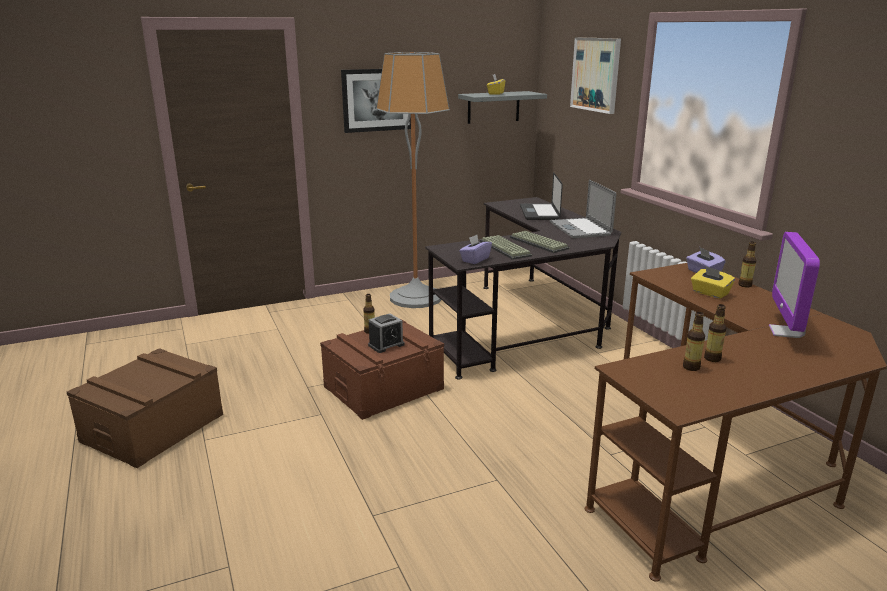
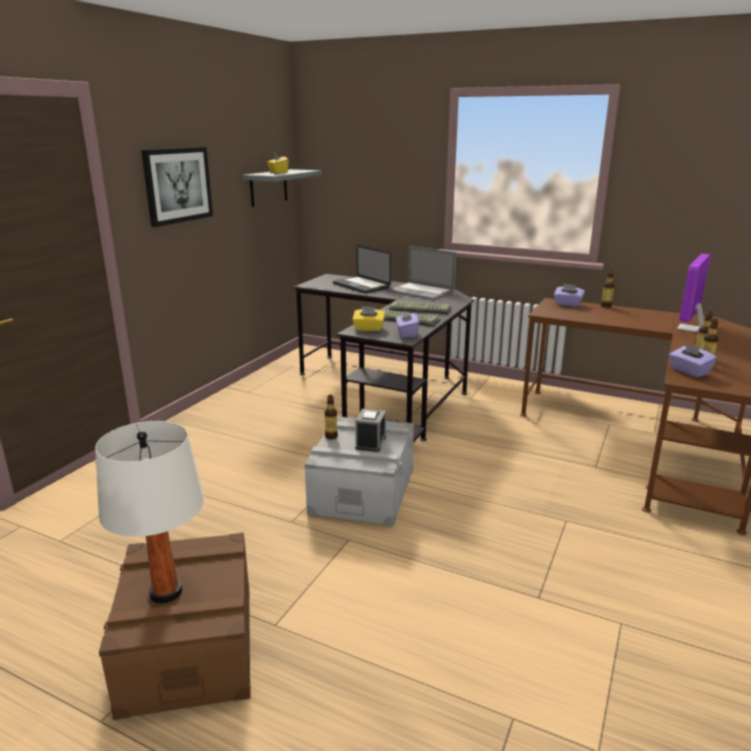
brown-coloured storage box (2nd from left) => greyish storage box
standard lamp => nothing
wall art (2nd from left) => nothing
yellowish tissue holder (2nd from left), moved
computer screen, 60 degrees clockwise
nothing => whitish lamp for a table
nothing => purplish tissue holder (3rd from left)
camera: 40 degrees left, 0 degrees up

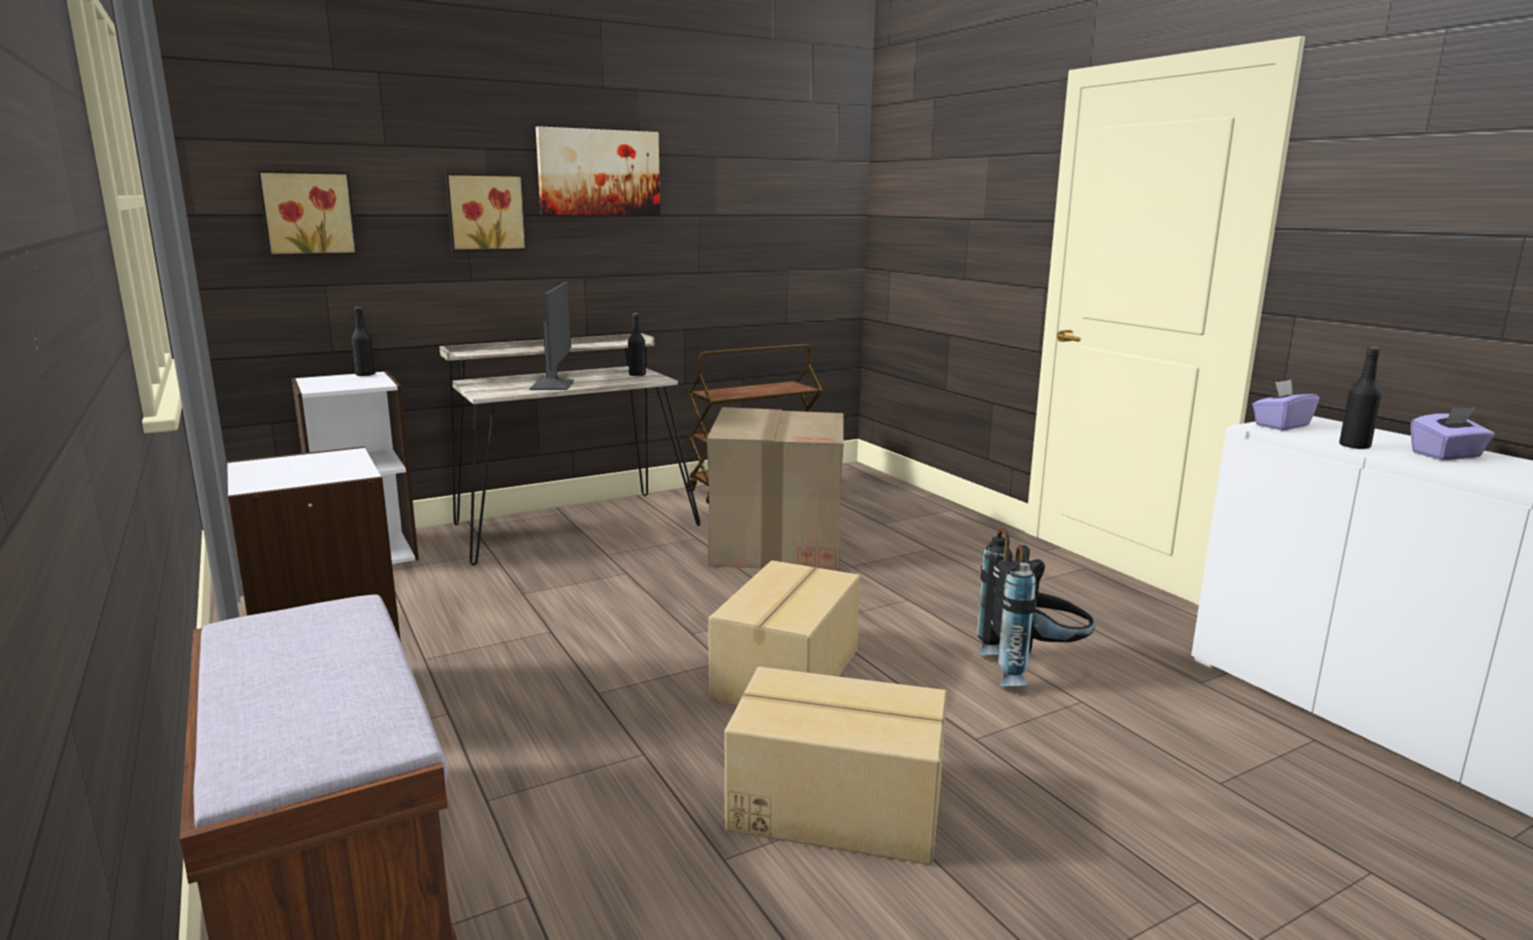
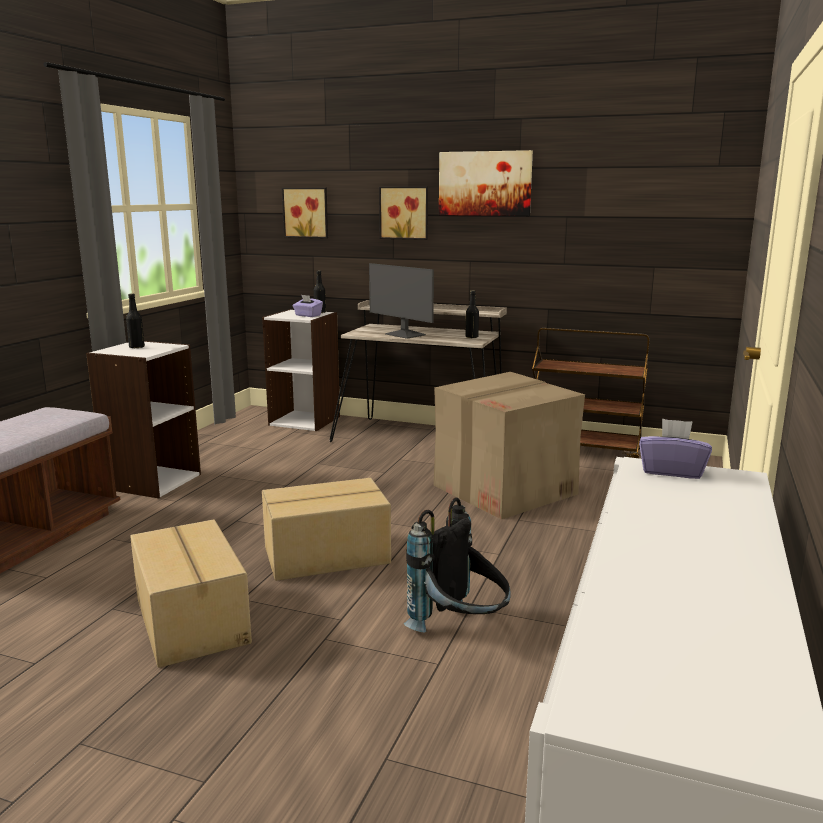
computer screen, 90 degrees clockwise
blackish drink bottle (3rd from left in the first image) => blackish drink bottle (1st from left), moved
purplish tissue holder (2nd from left in the first image) => purplish tissue holder (1st from left), moved
camera: 50 degrees right, 0 degrees up

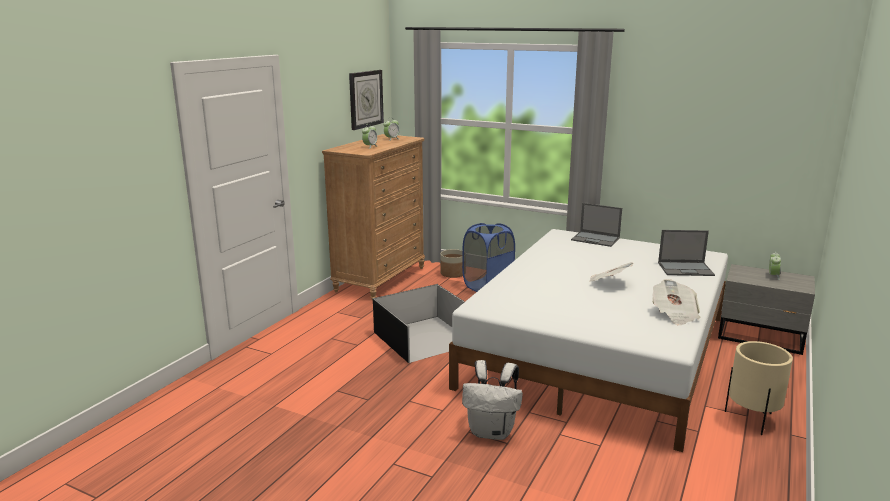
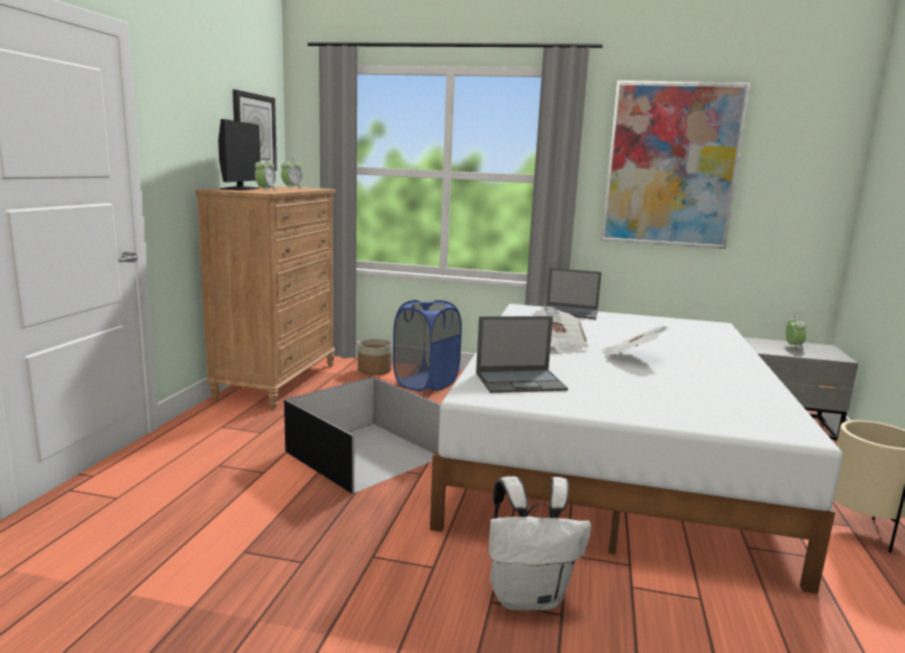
printed paper (2nd from left in the first image) => printed paper (1st from left), moved
notebook computer (2nd from left in the first image) => notebook computer (1st from left), moved
nothing => computer screen
nothing => wall art
camera: 15 degrees left, 5 degrees down

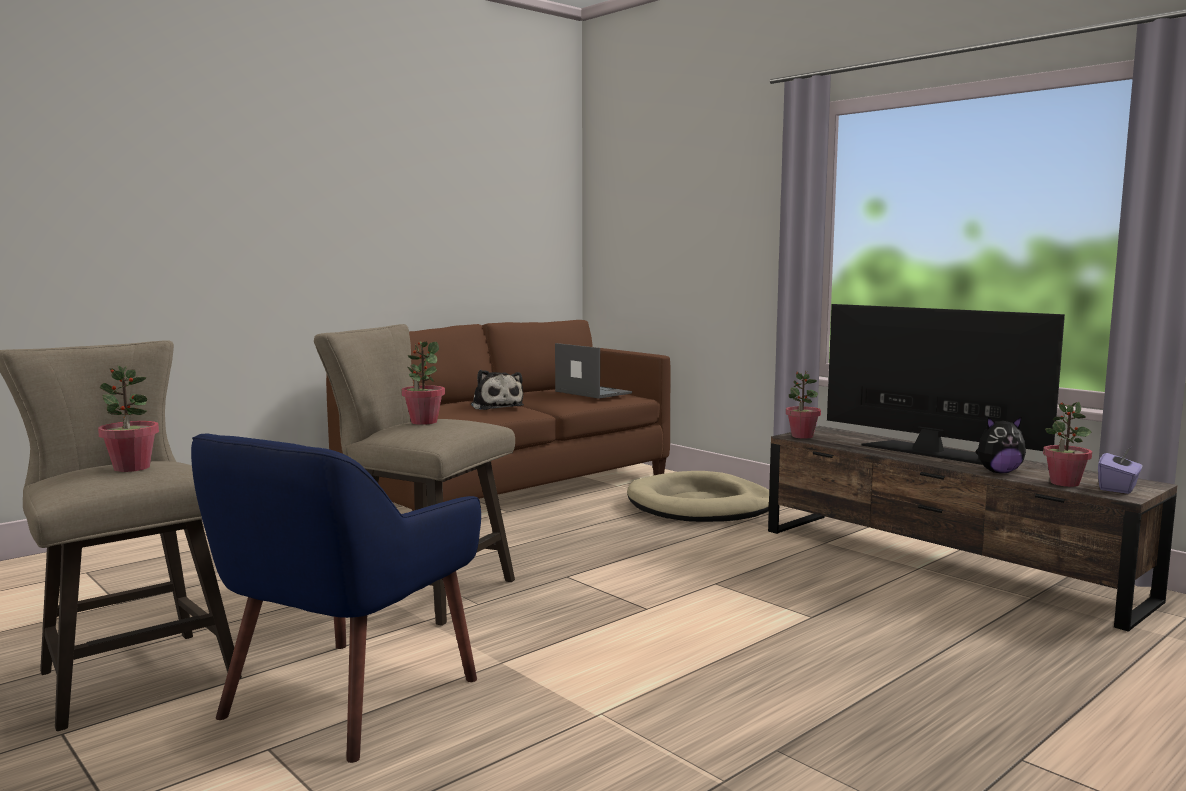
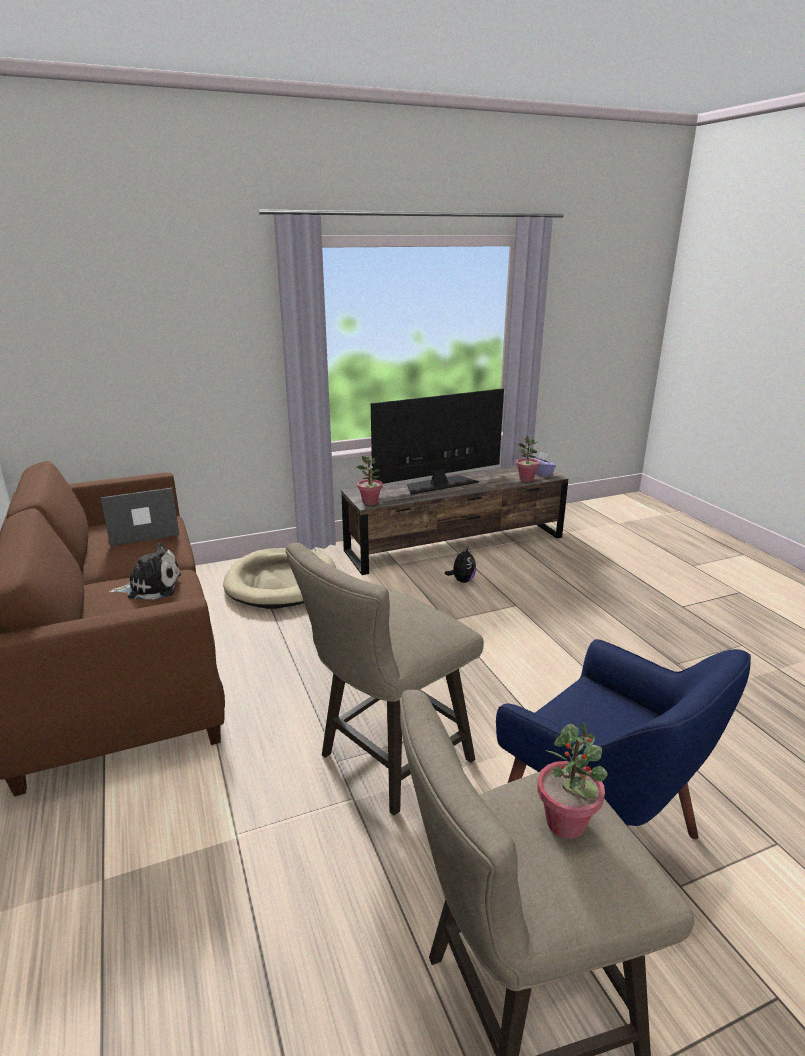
houseplant (2nd from left) => nothing
soft toy (2nd from left), moved
camera: 70 degrees left, 15 degrees up

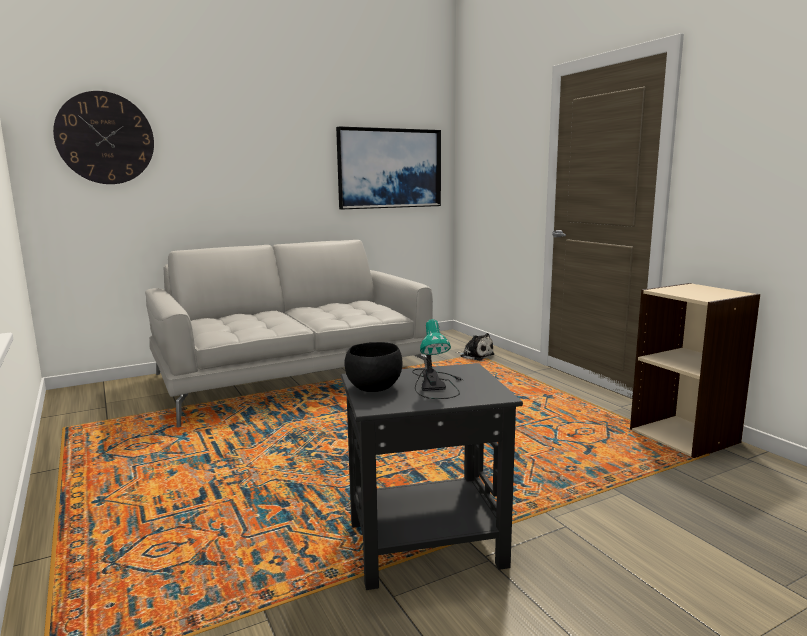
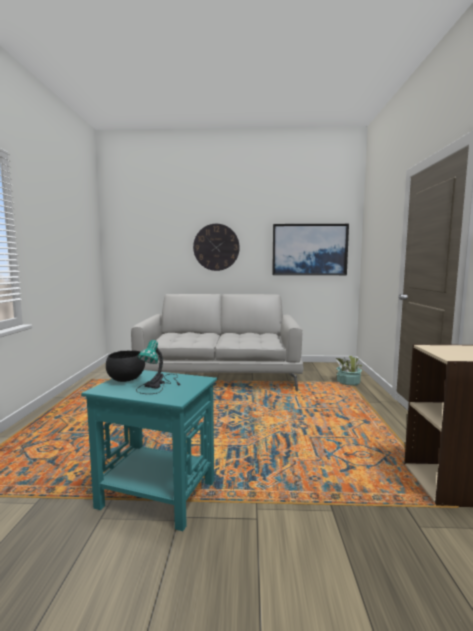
clock on the wall, moved
blackish side table => blue-green side table
soft toy => houseplant
camera: 30 degrees right, 5 degrees down

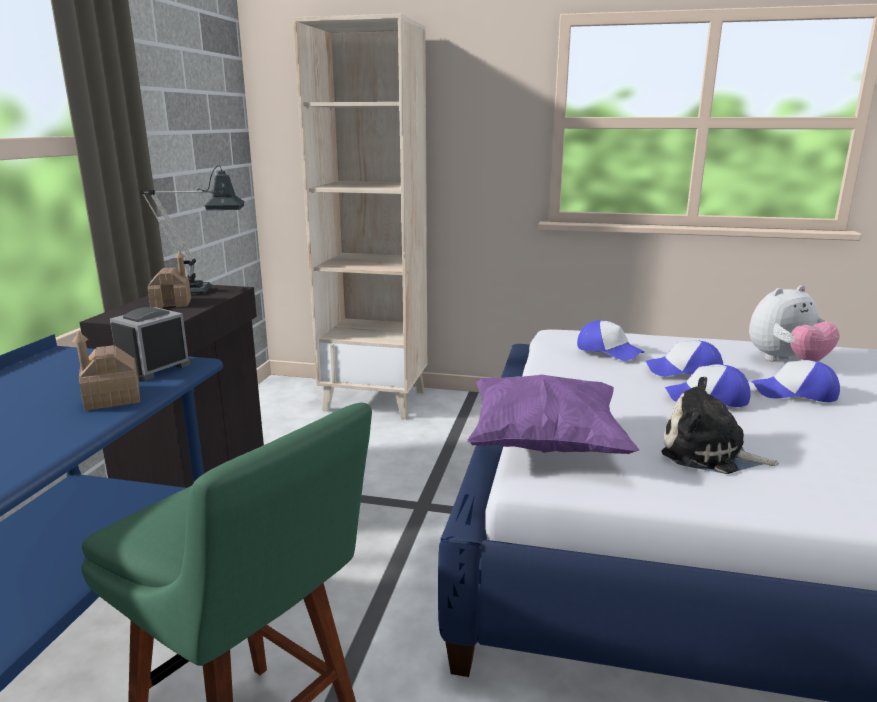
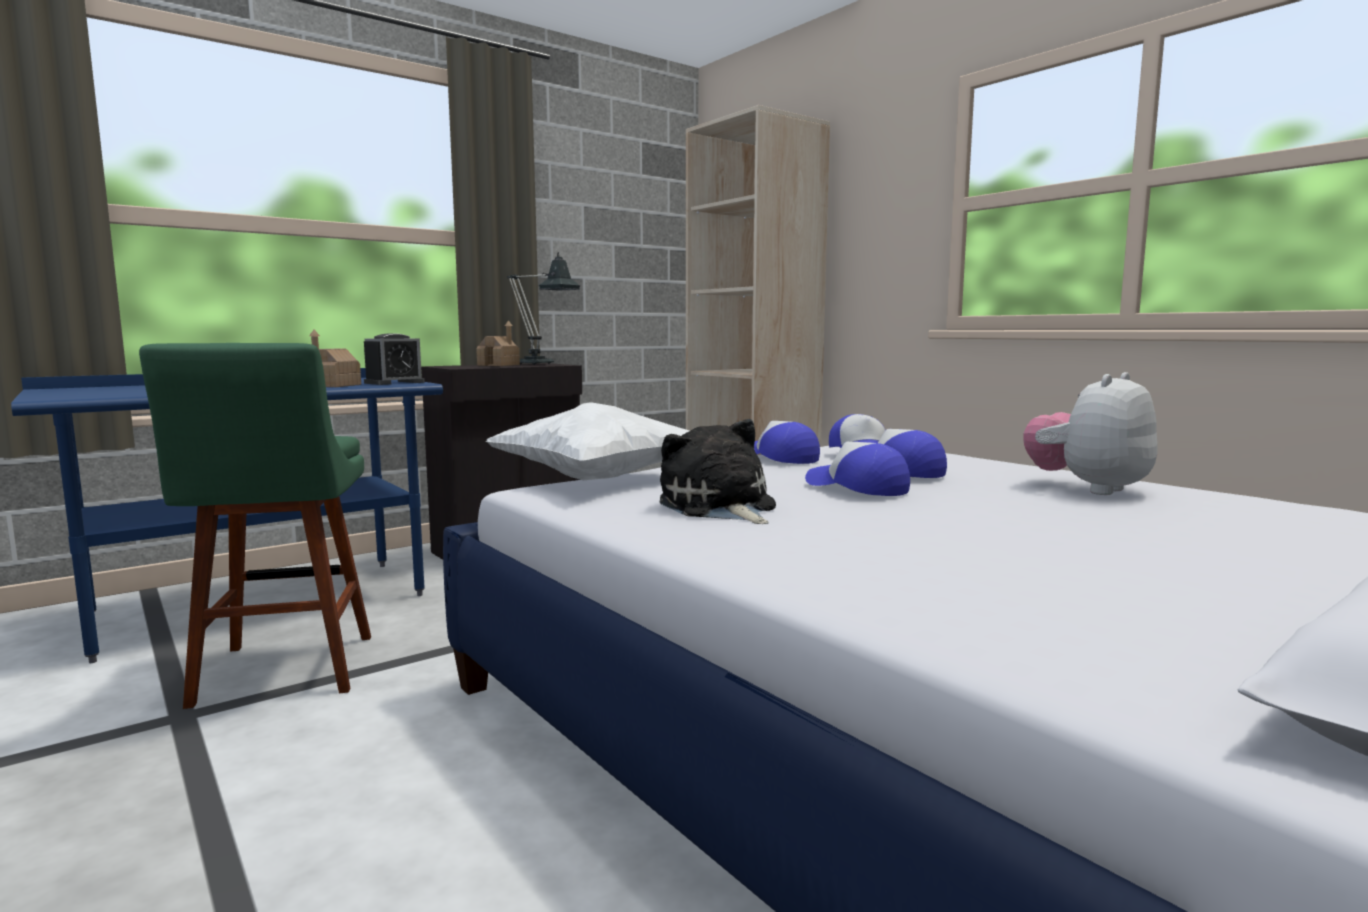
alarm clock, 150 degrees clockwise
purplish pillow => whitish pillow
soft toy (2nd from left), 120 degrees clockwise
cap (4th from left in the first image) => cap (1st from left), moved
camera: 40 degrees right, 10 degrees down

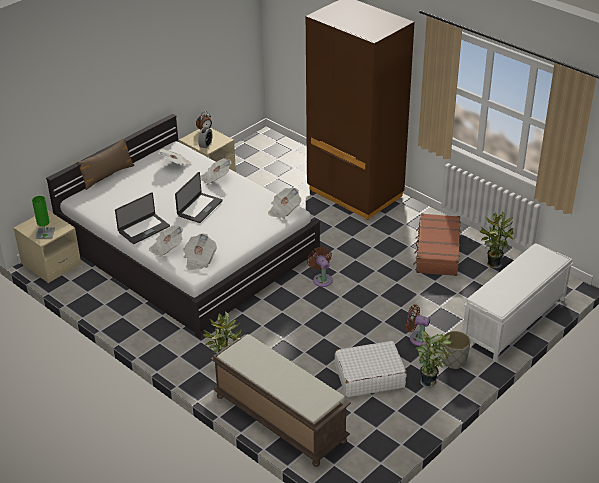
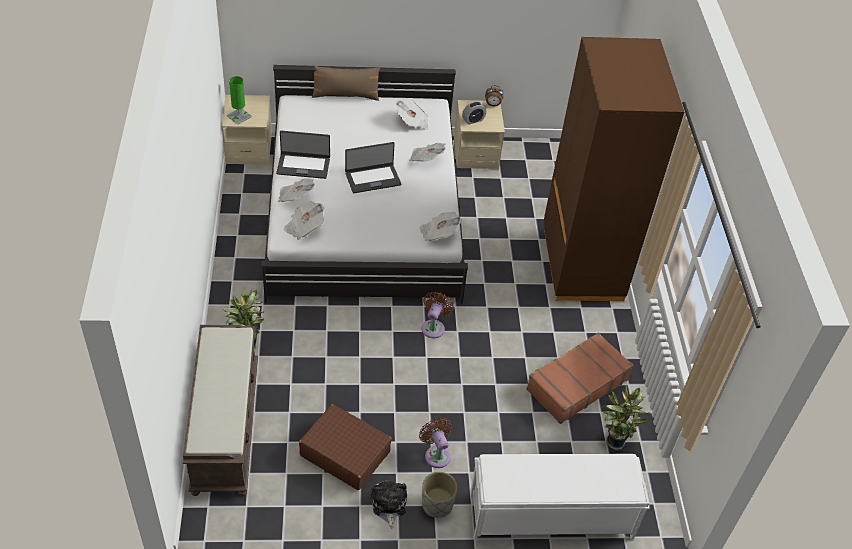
whitish suitcase => brown-coloured suitcase (1st from left)
houseplant (2nd from left) => soft toy
camera: 40 degrees right, 10 degrees up

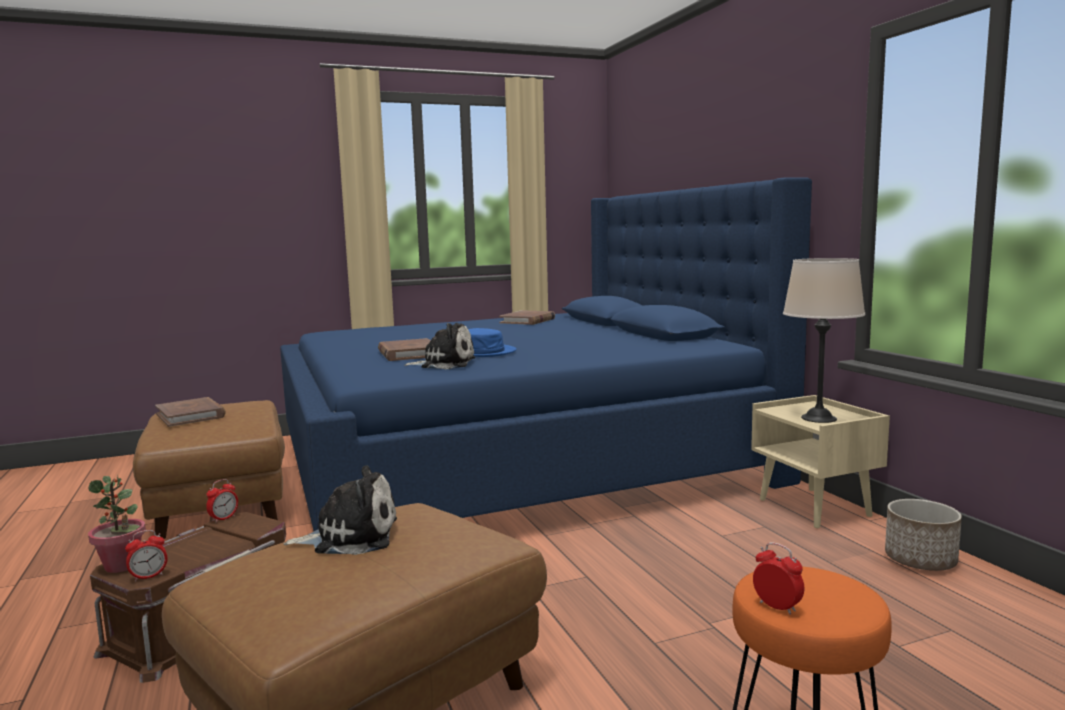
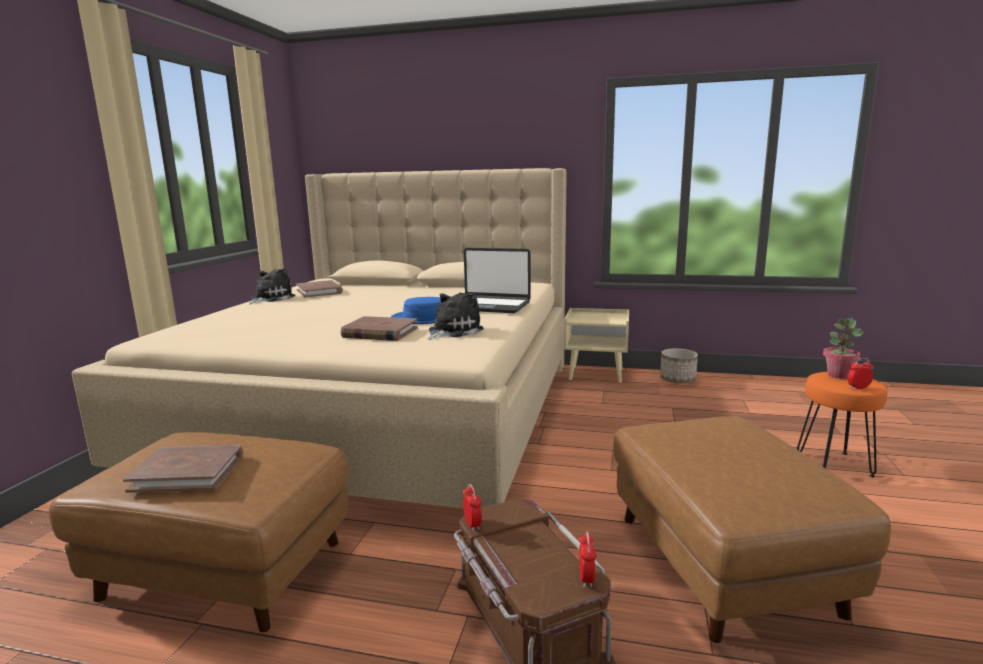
houseplant, moved
blue bedroom bed => beige bedroom bed
soft toy (1st from left), moved
beige lamp for a table => nothing
nothing => notebook computer
camera: 55 degrees left, 5 degrees up

